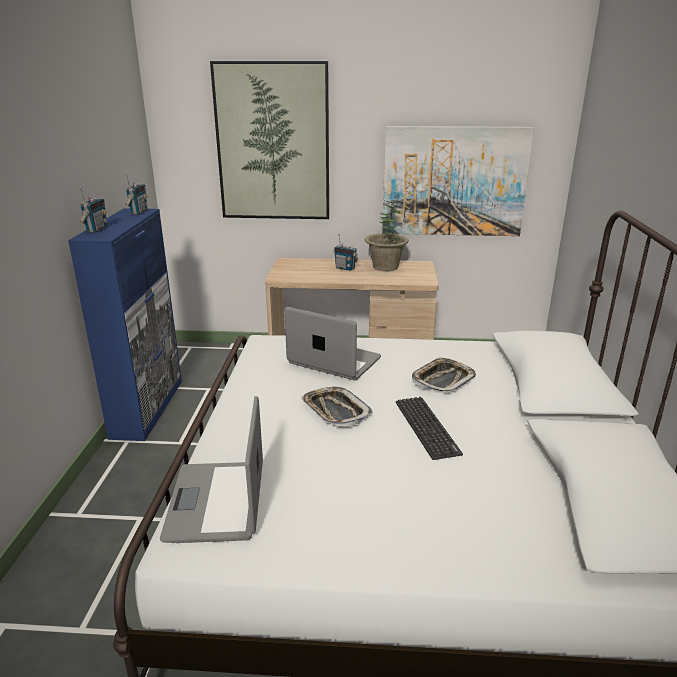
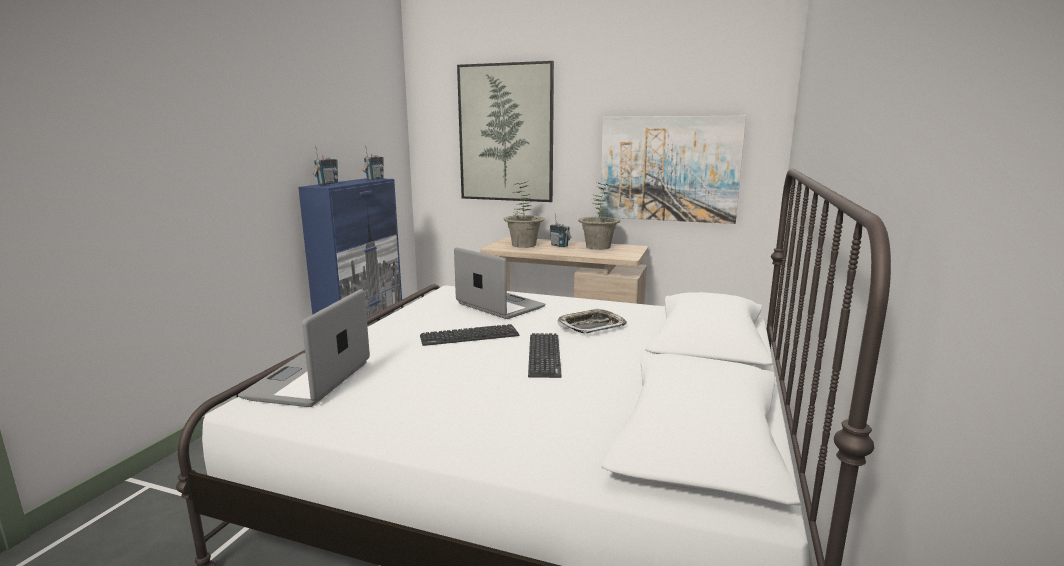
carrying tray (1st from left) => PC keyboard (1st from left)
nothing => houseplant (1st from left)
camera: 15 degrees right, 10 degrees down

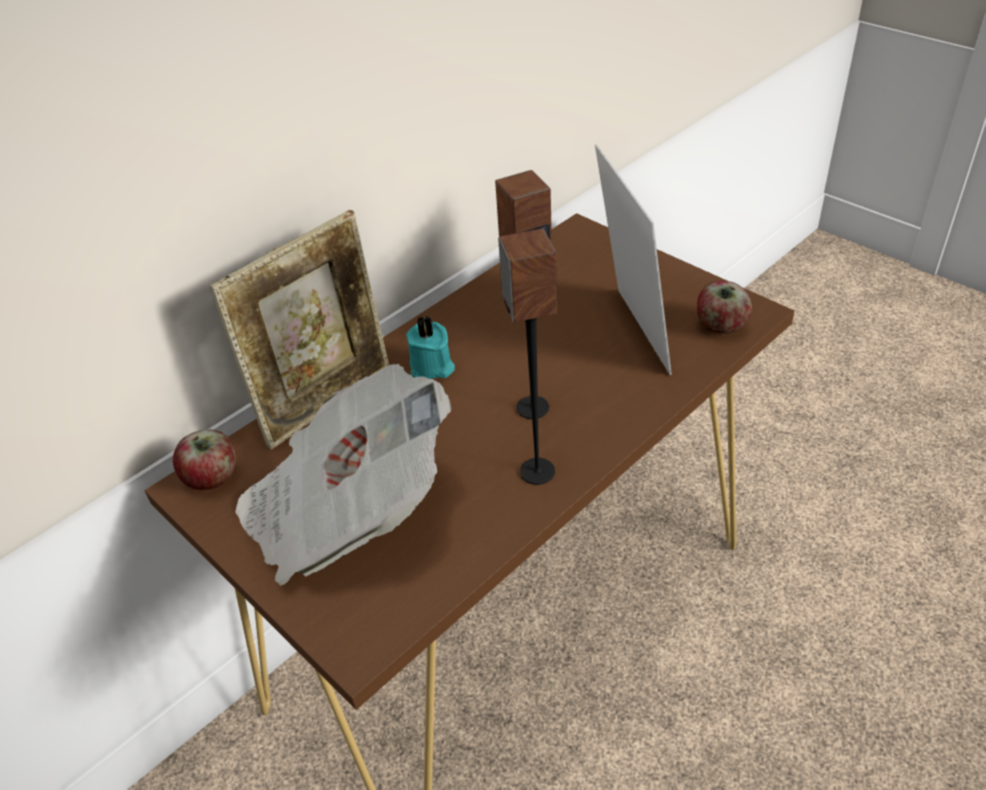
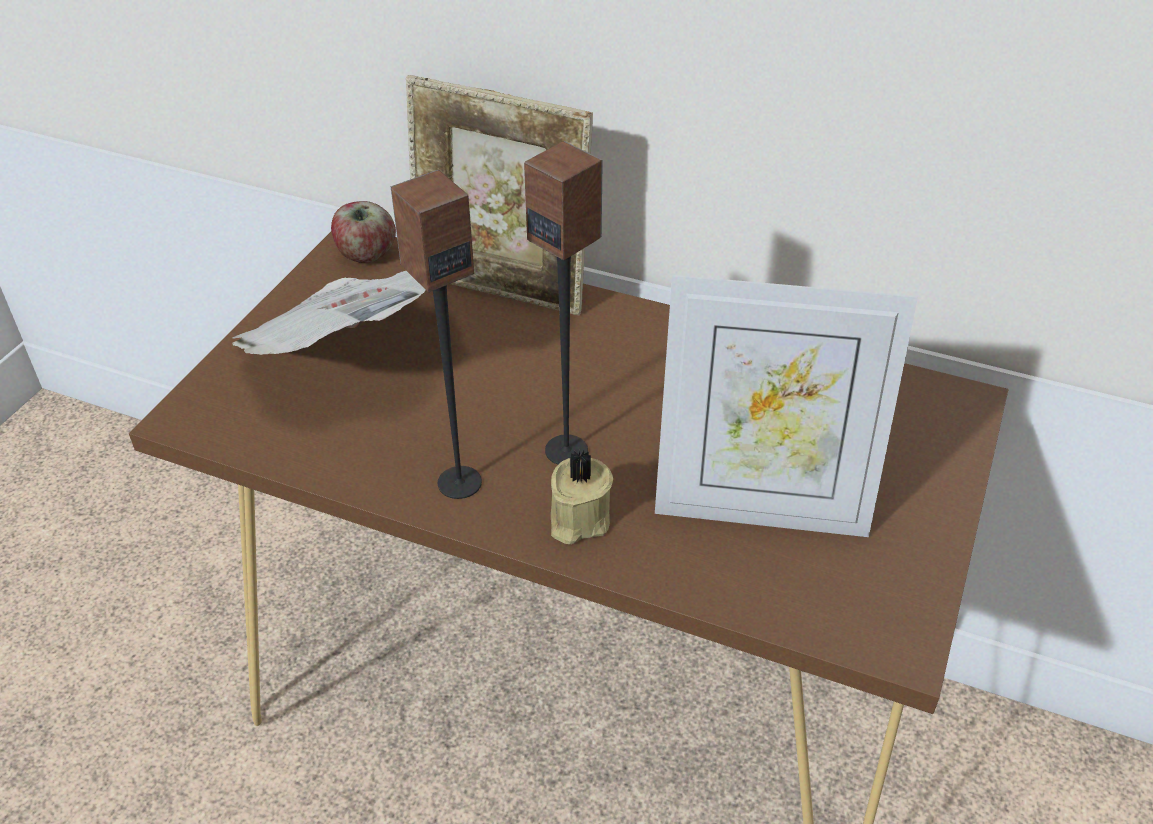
blue-green wax candle => nothing
picture frame (2nd from left), 45 degrees clockwise
apple fruit (2nd from left) => nothing
nothing => beige wax candle
camera: 65 degrees right, 0 degrees up

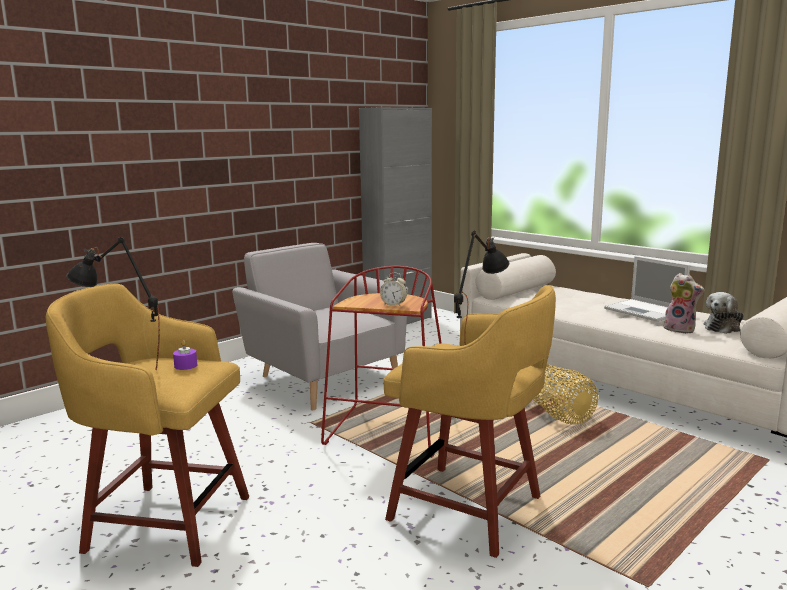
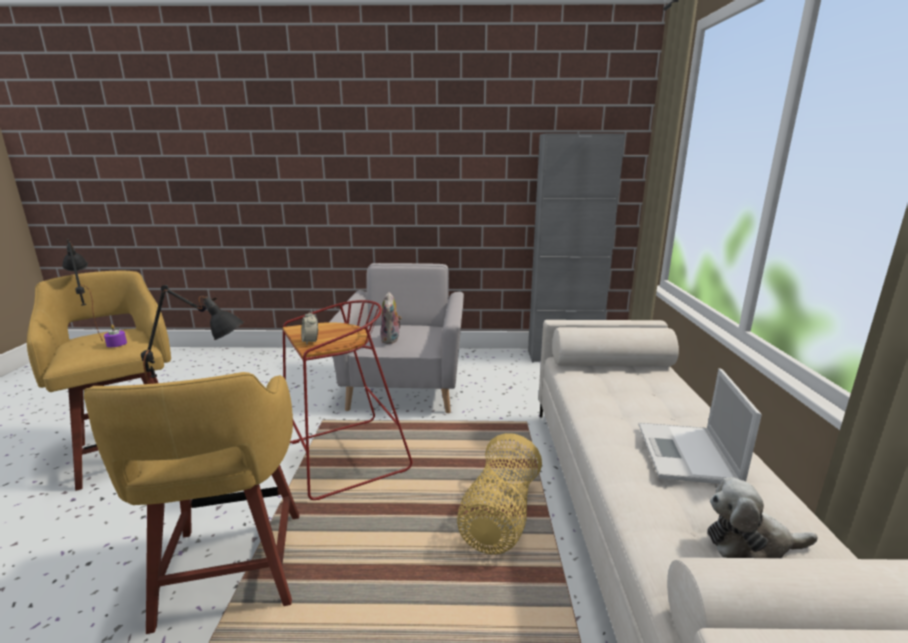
soft toy (1st from left), moved
camera: 45 degrees right, 5 degrees up

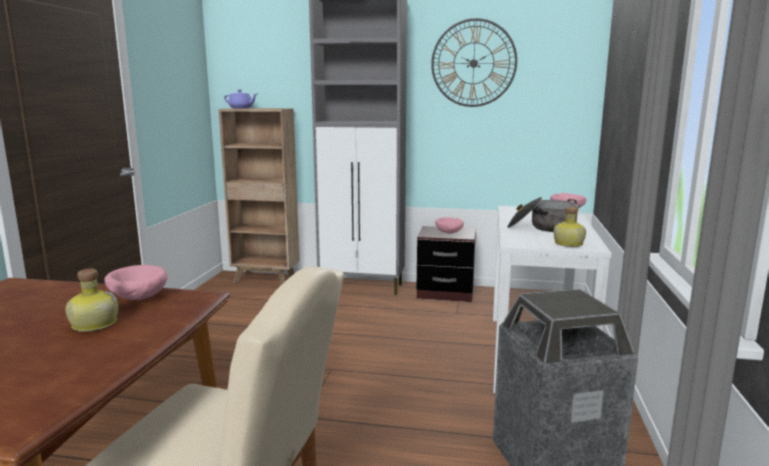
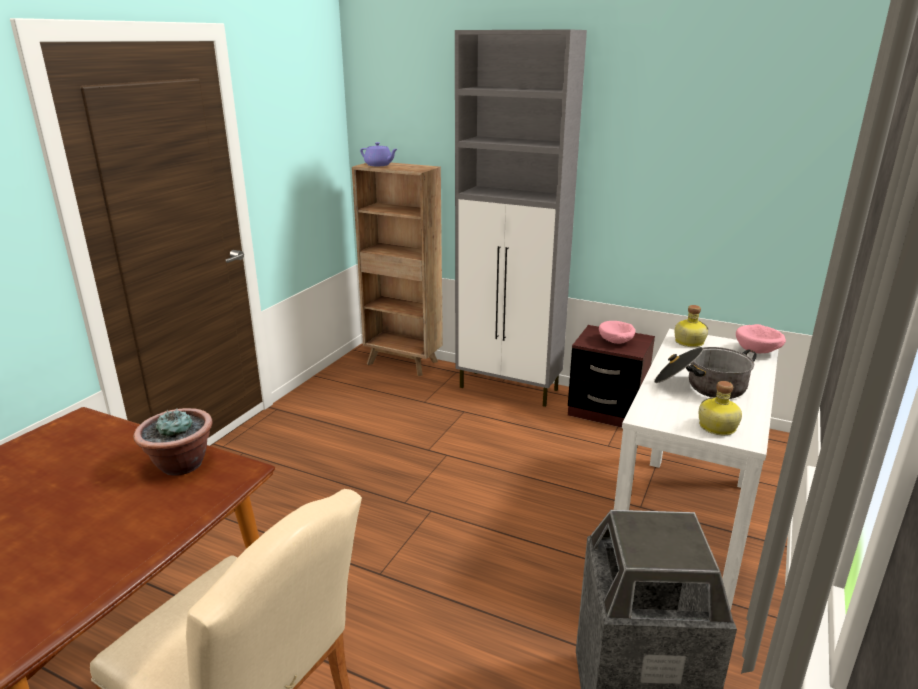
drink bottle (1st from left), moved
pink-coloured bowl (1st from left) => houseplant
clock on the wall => nothing
camera: 15 degrees right, 10 degrees up

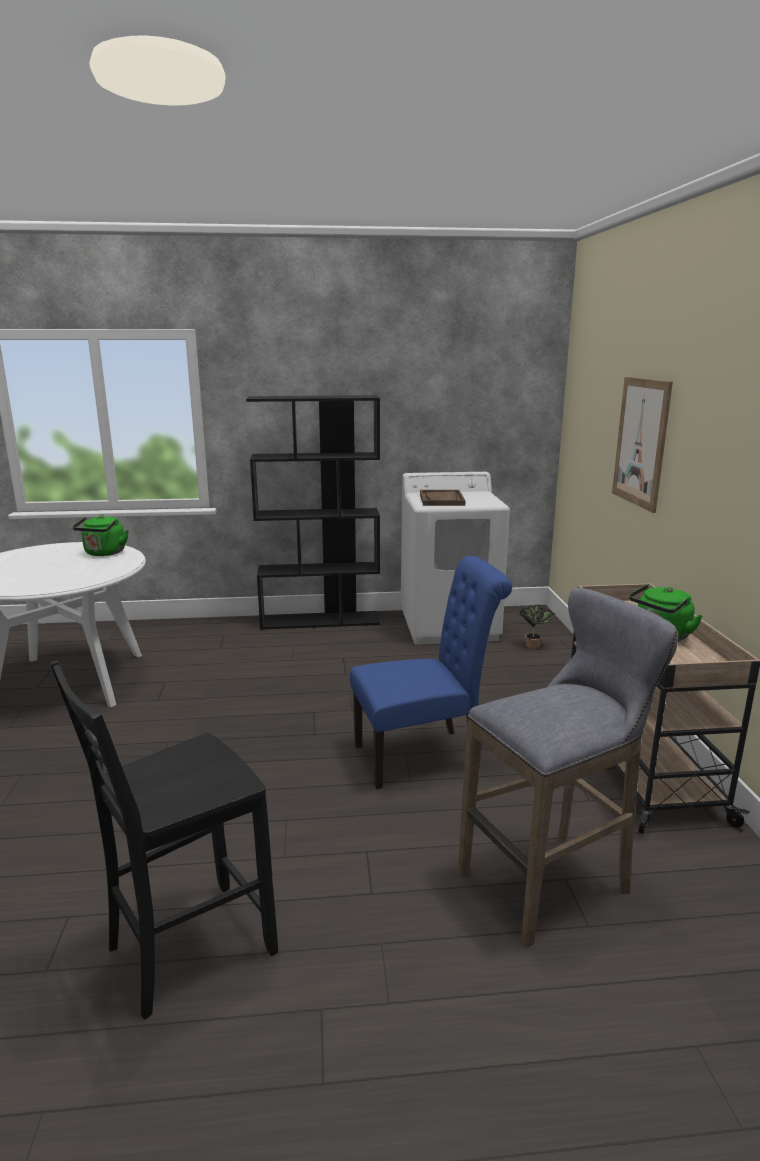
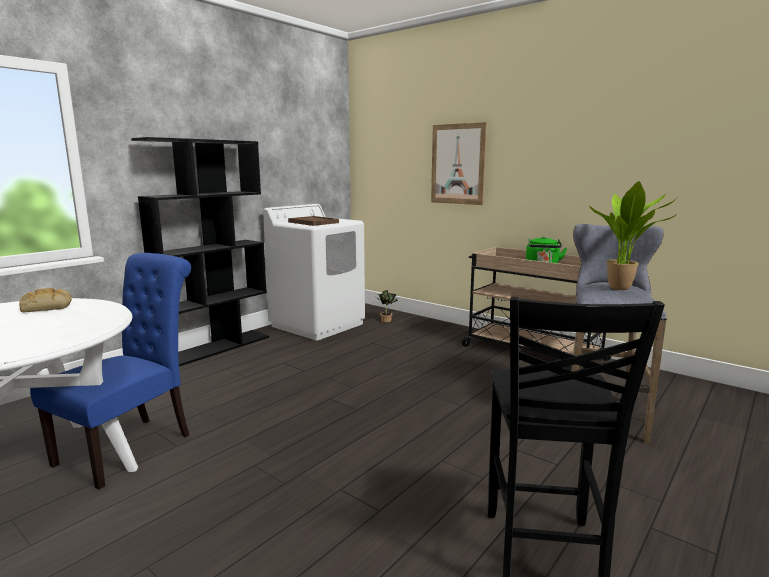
greenish tea kettle (1st from left) => bakery bread
blue plain chair, moved
nothing => houseplant (2nd from left)
camera: 45 degrees left, 5 degrees down

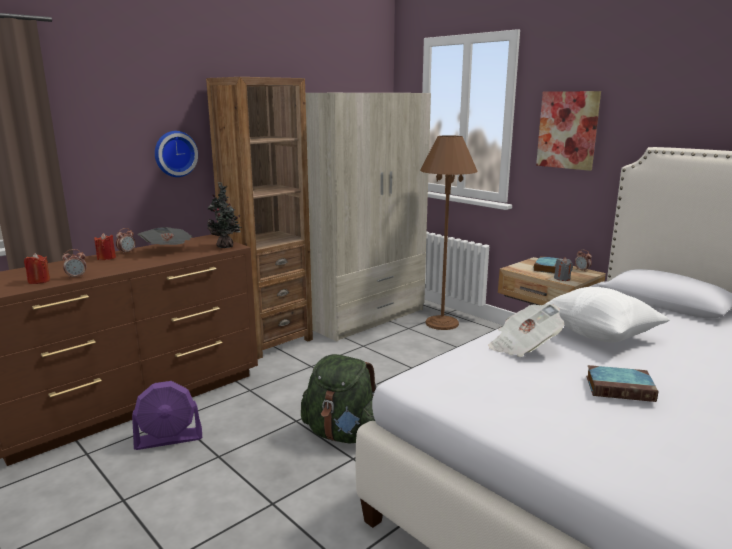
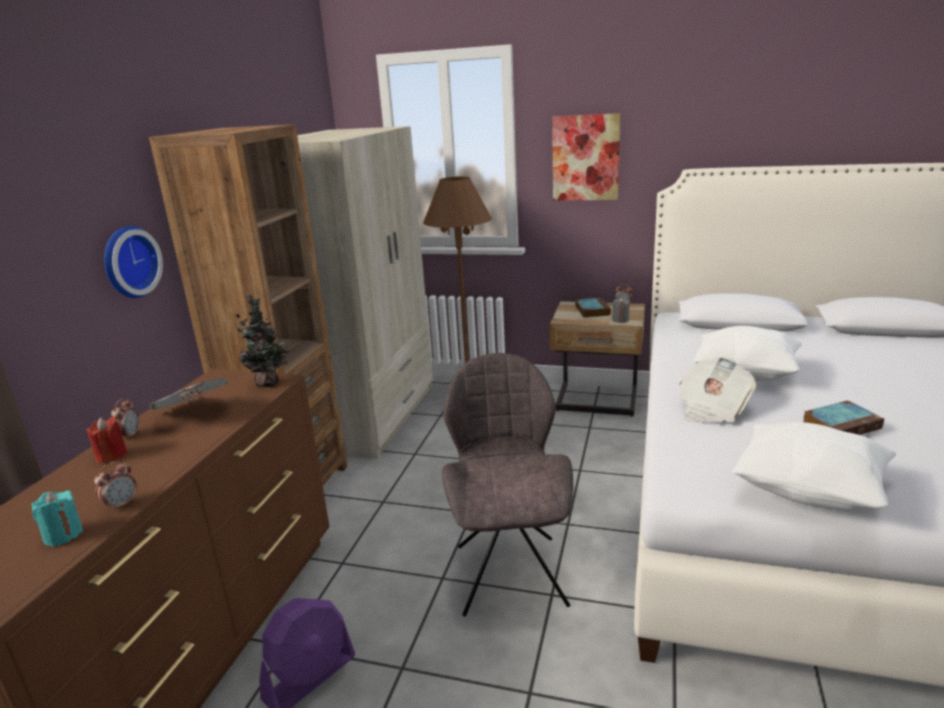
reddish wax candle (1st from left) => blue-green wax candle
greenish backpack => greyish plain chair
nothing => whitish pillow (2nd from left)
camera: 30 degrees left, 5 degrees up

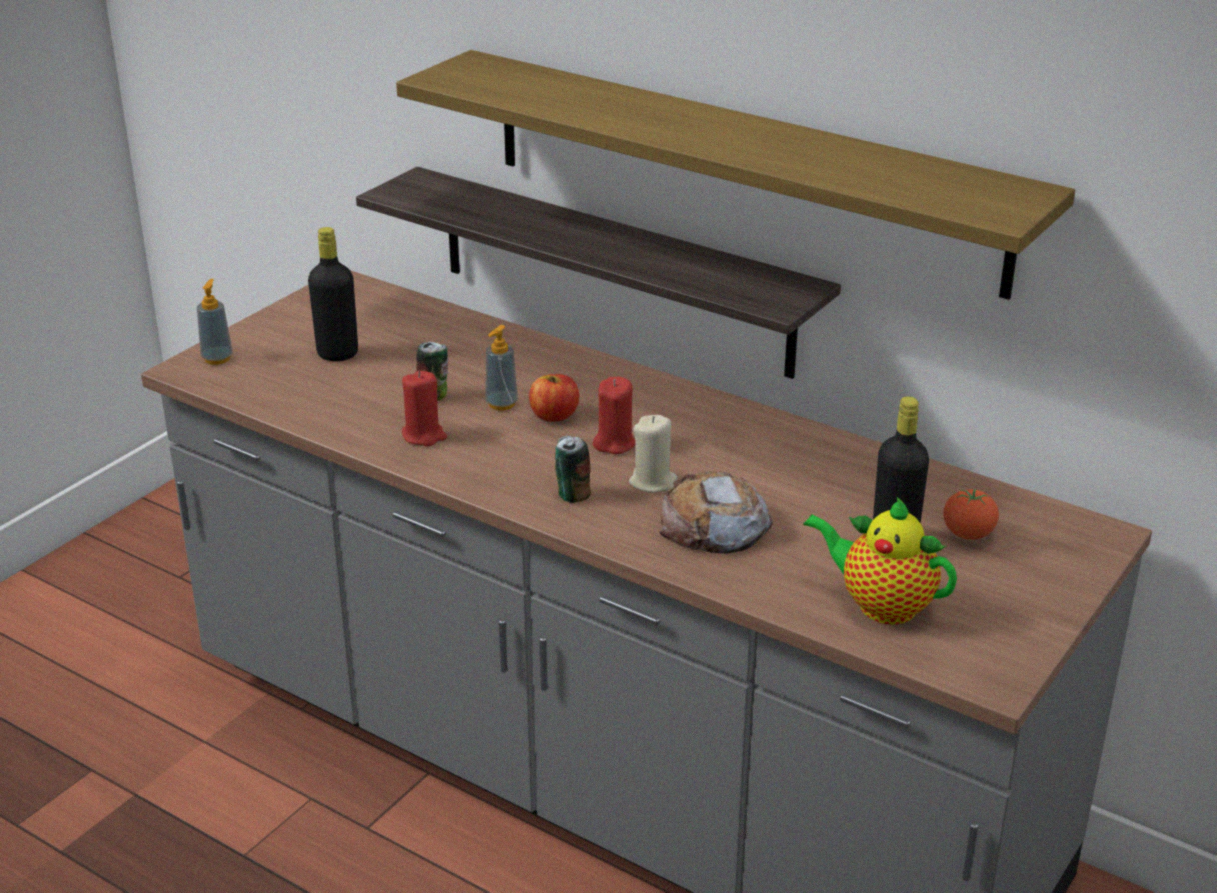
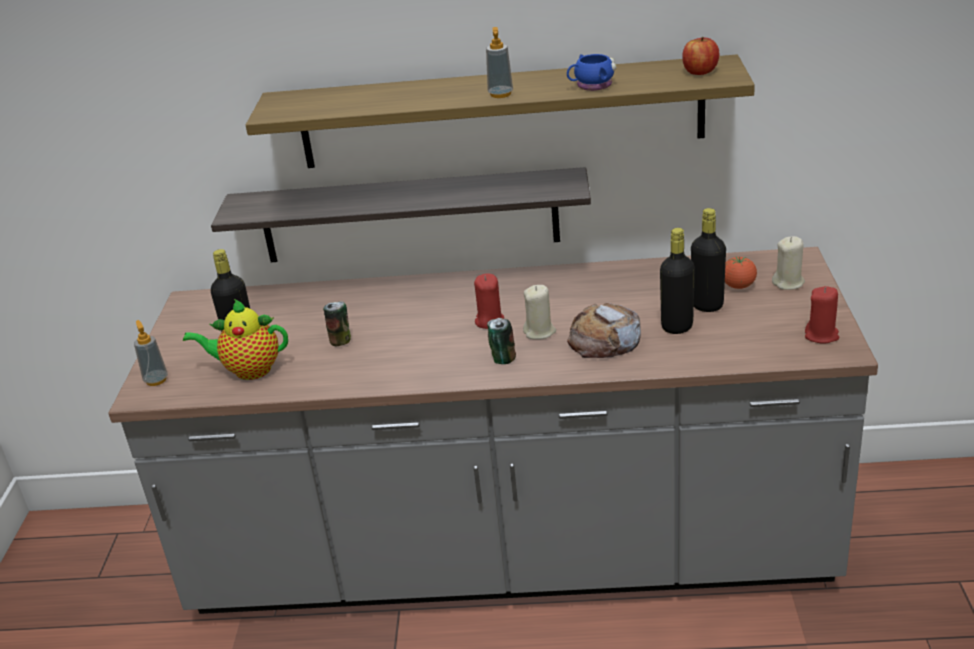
reddish wax candle (1st from left in the first image) => reddish wax candle (2nd from left), moved
soap bottle (2nd from left), moved
apple fruit, moved
tea pot, moved
nothing => blue mug
nothing => blackish drink bottle (2nd from left)
nothing => beige wax candle (2nd from left)
camera: 30 degrees left, 0 degrees up

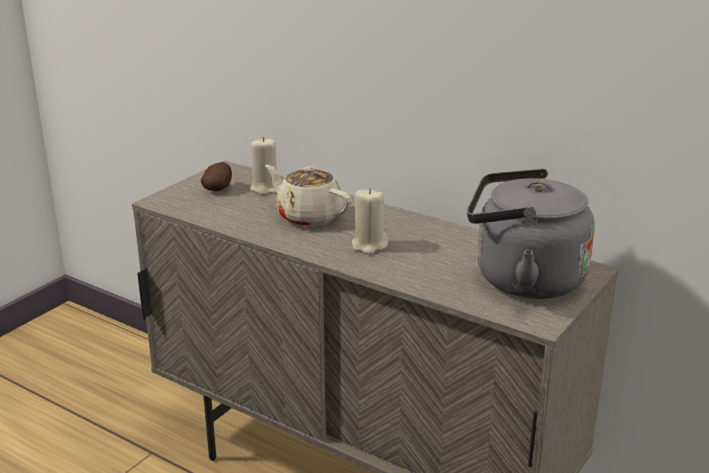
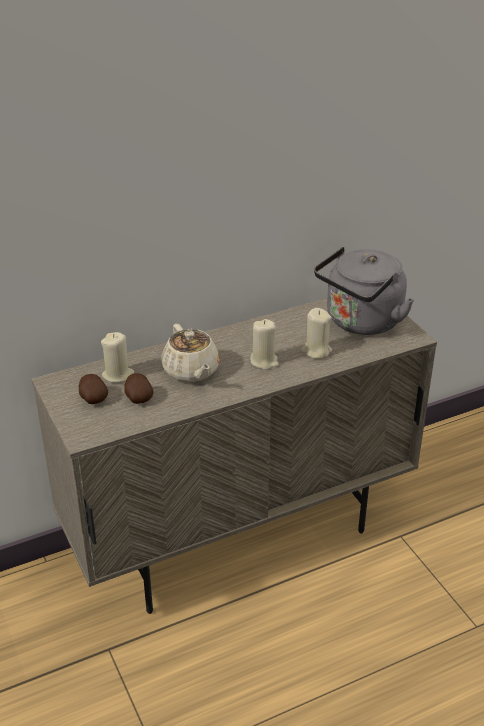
beige tea pot, 90 degrees counterclockwise
nothing => spud (2nd from left)
nothing => beige wax candle (3rd from left)
camera: 60 degrees left, 10 degrees up

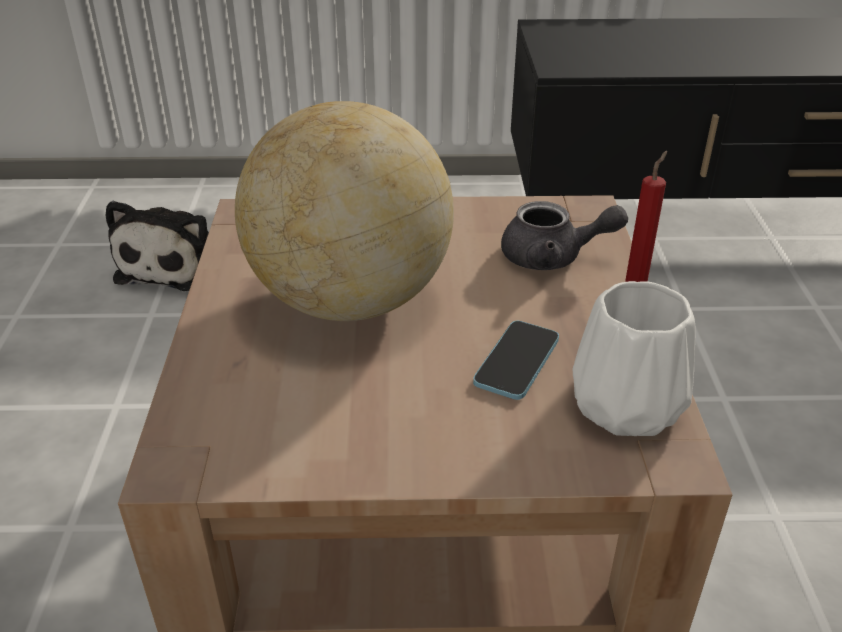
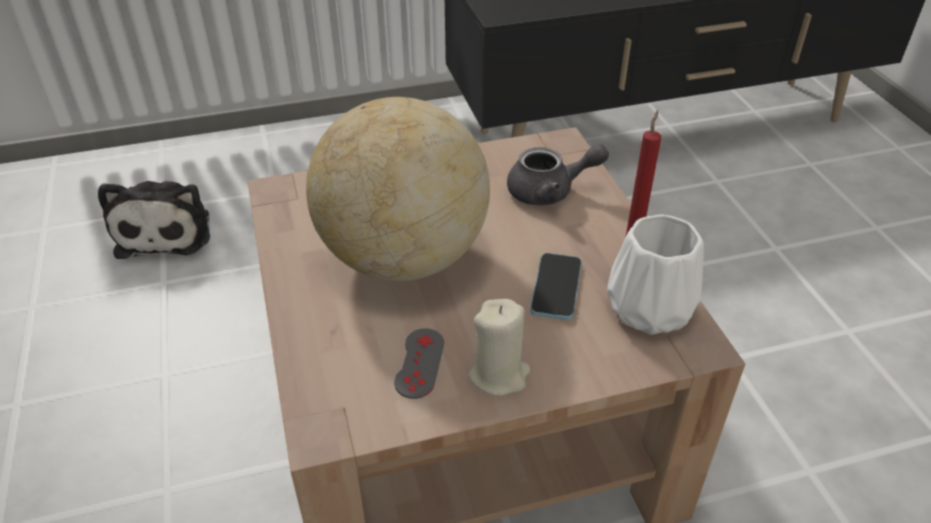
nothing => greyish game controller
nothing => beige wax candle
camera: 15 degrees left, 5 degrees up

